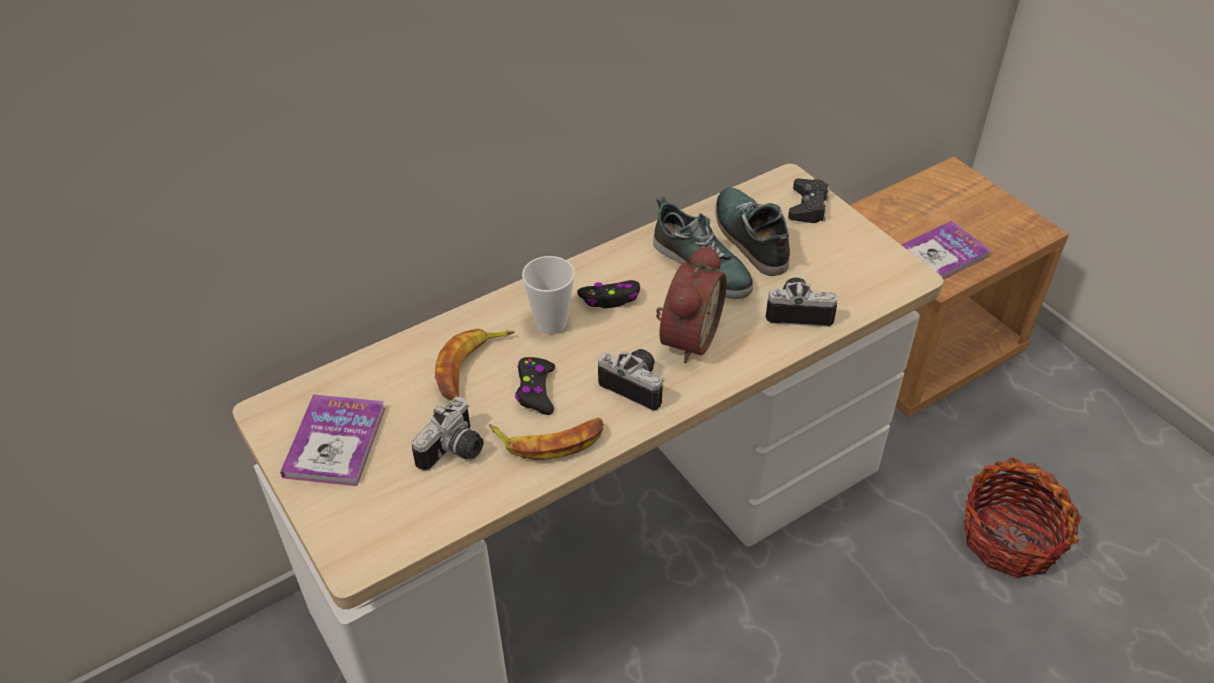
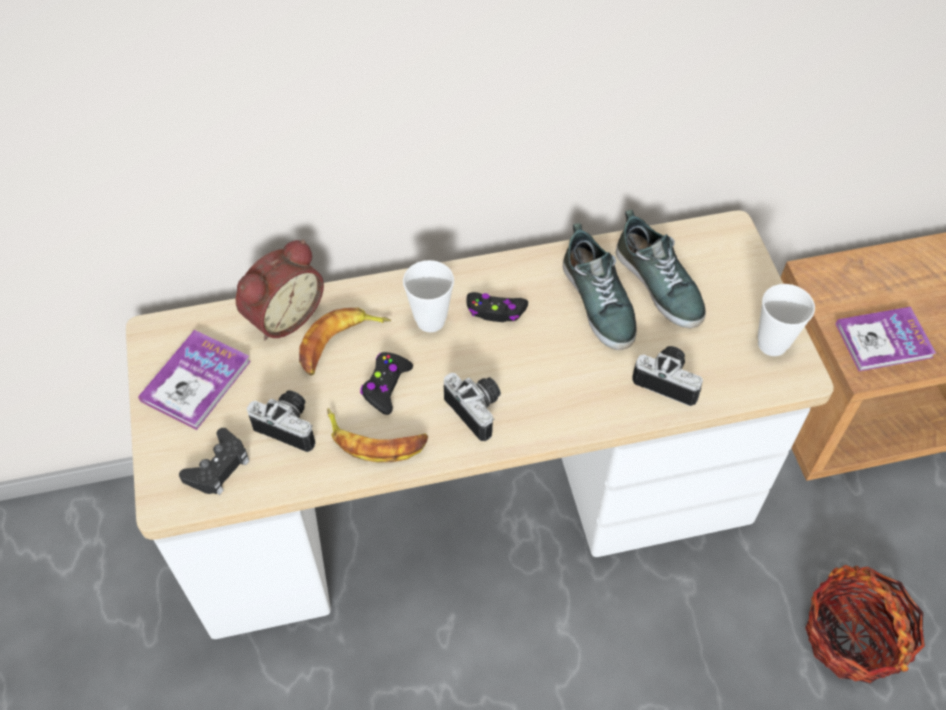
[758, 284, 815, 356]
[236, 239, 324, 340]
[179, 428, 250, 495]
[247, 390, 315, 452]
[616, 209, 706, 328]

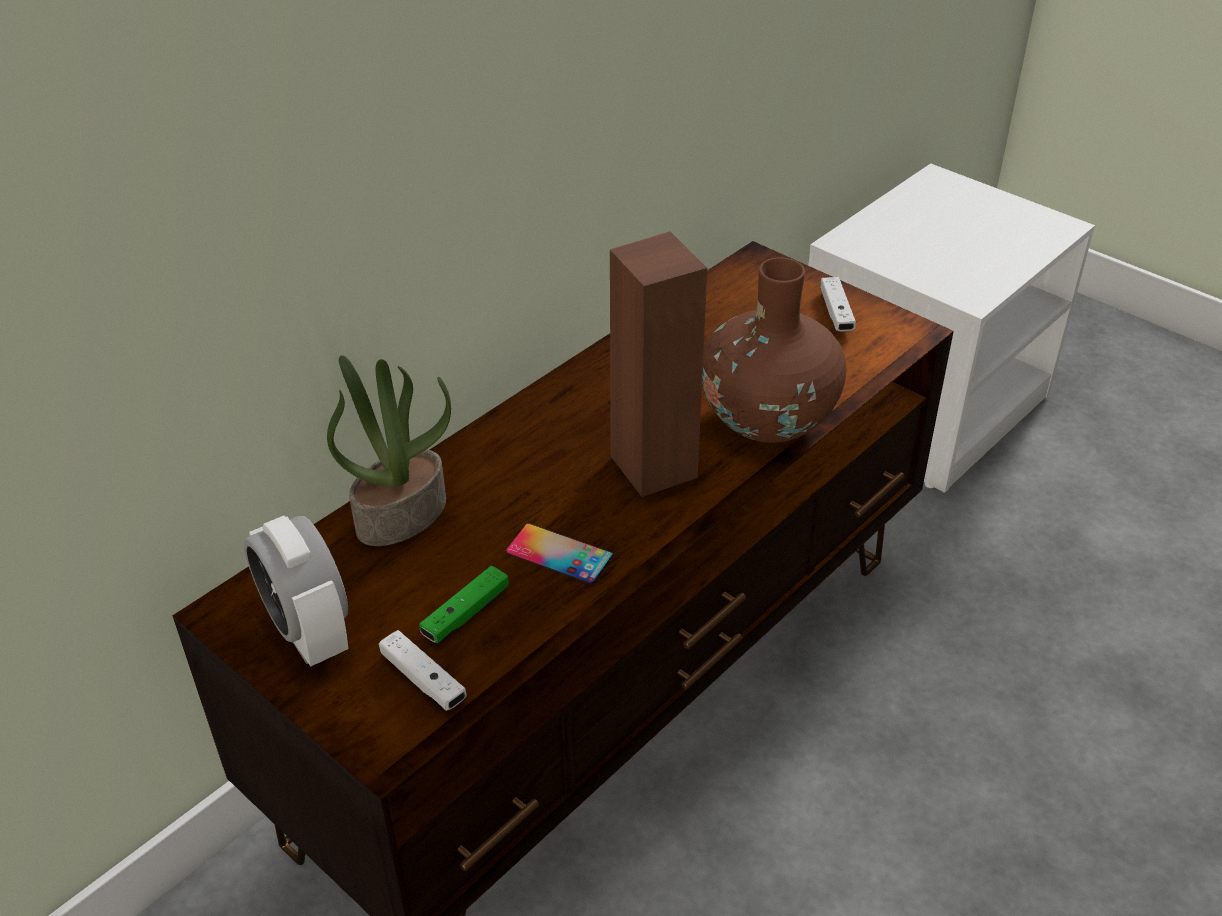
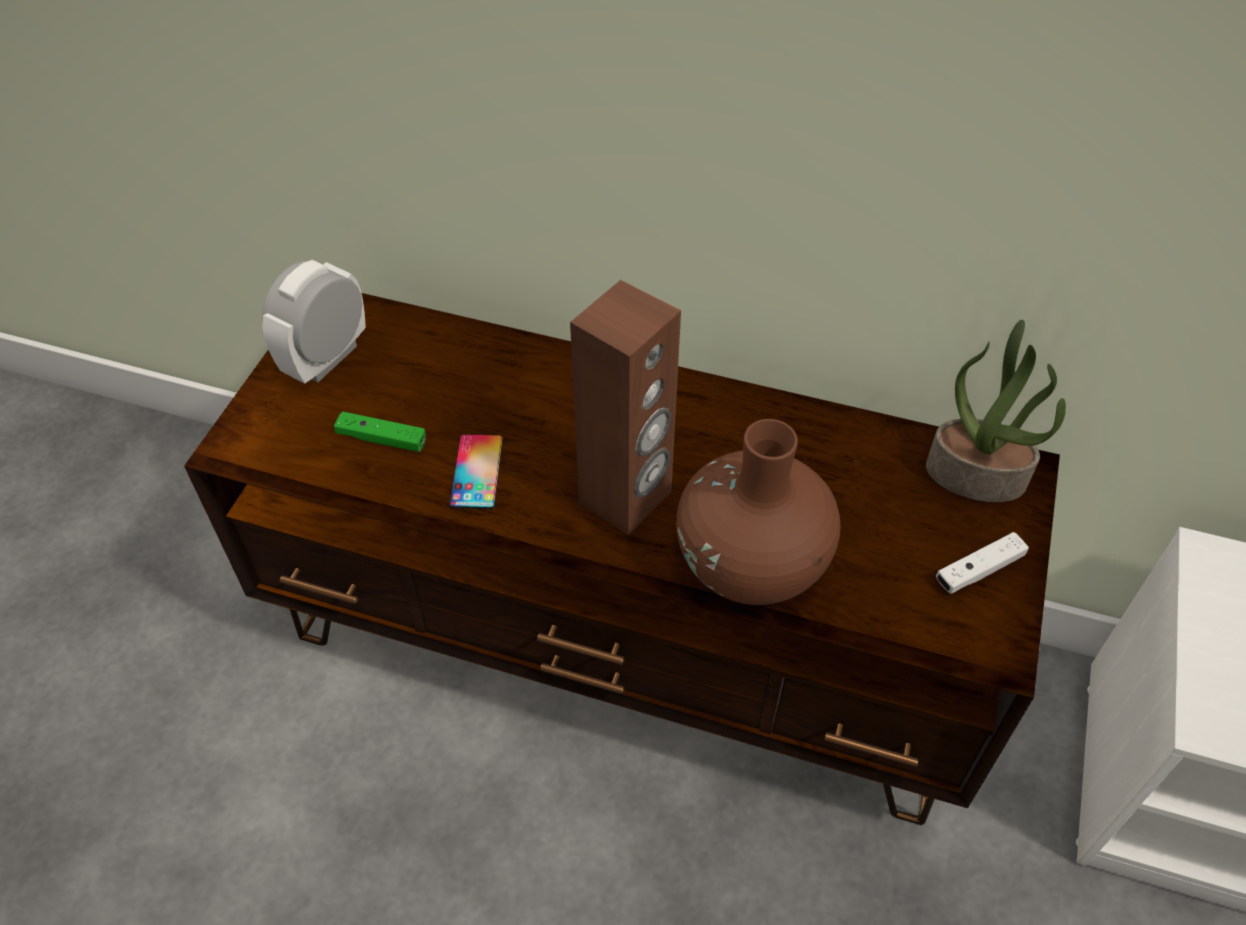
[379, 630, 467, 711] (first image)
[926, 320, 1066, 502]

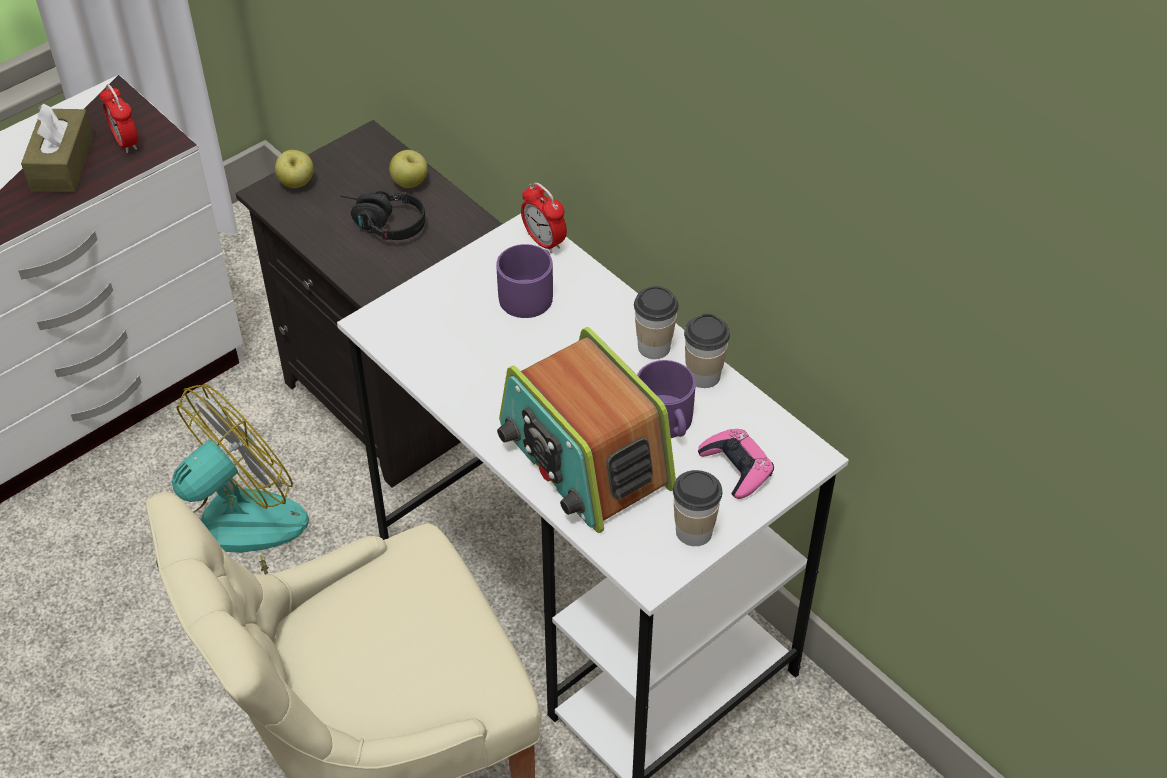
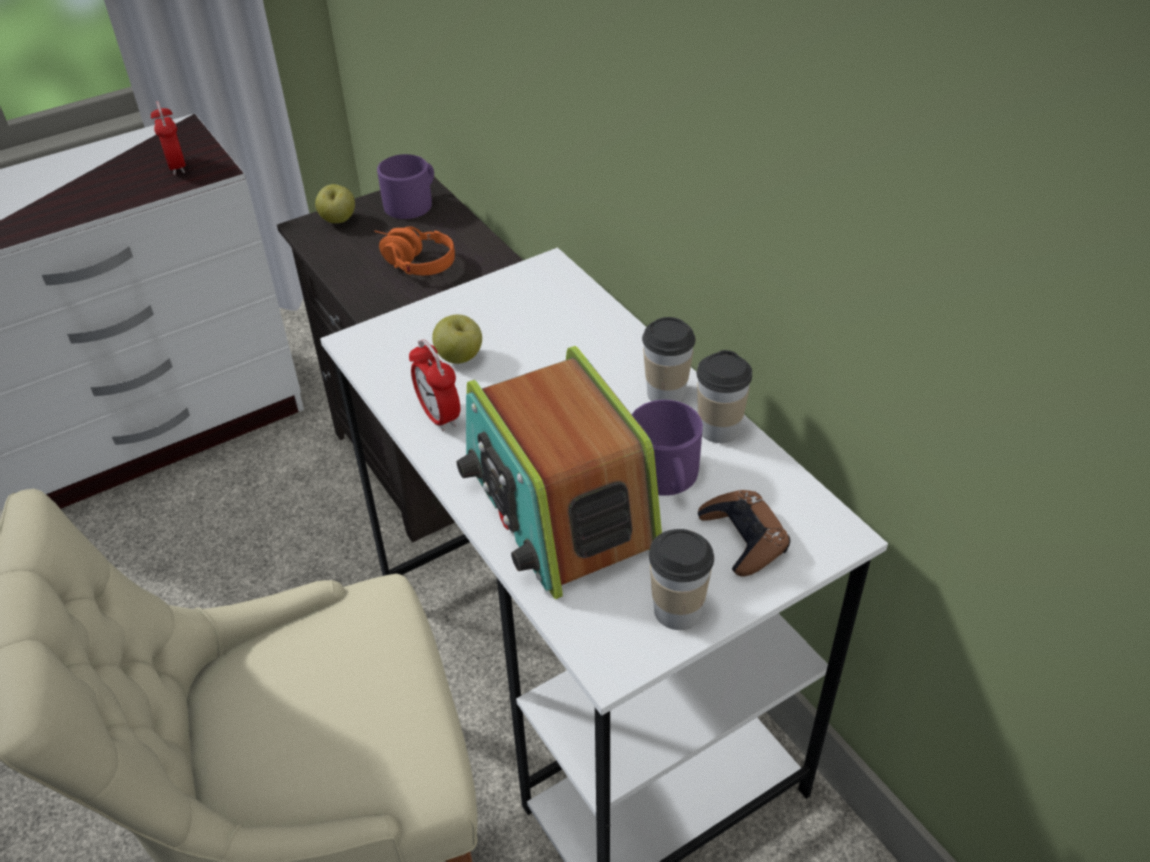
[21, 104, 94, 192] (first image)
[157, 384, 309, 575] (first image)
[432, 314, 482, 364]
[377, 154, 434, 219]
[409, 339, 460, 431]
[374, 226, 455, 275]
[698, 490, 790, 576]

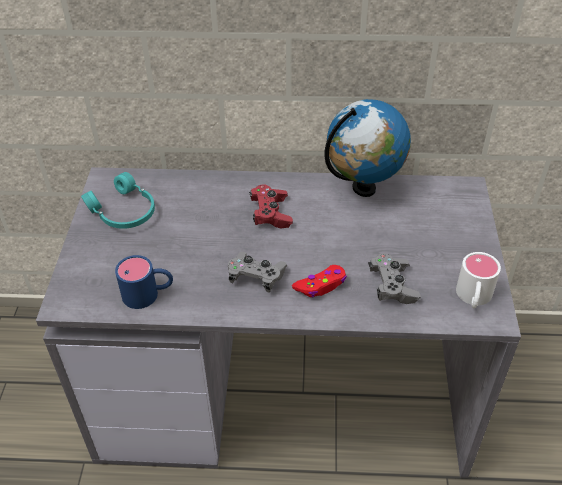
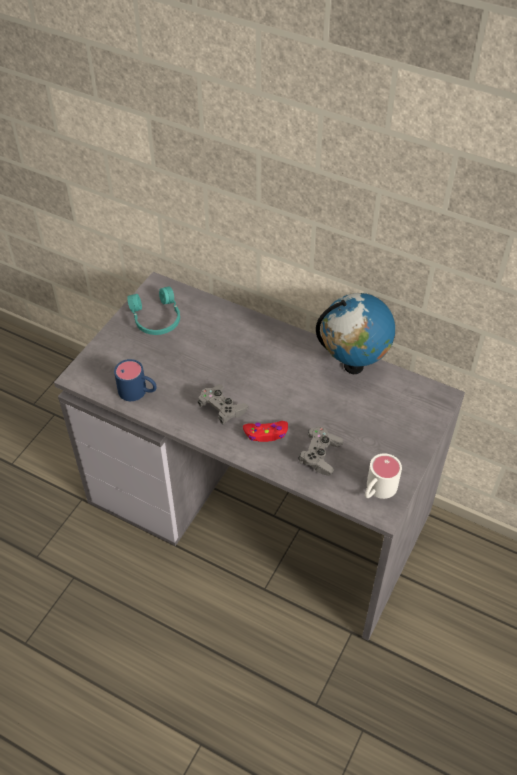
[249, 184, 293, 228] (first image)

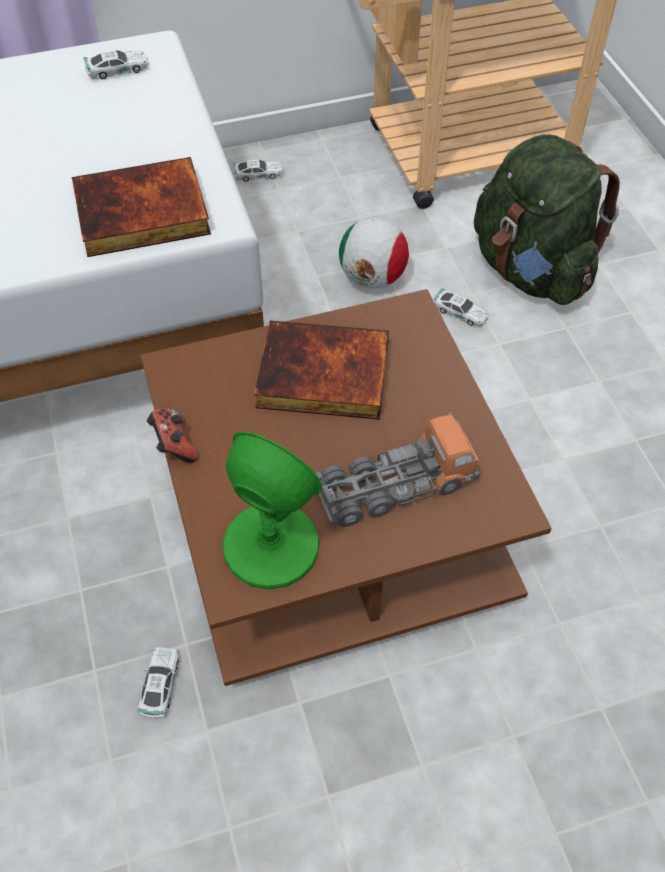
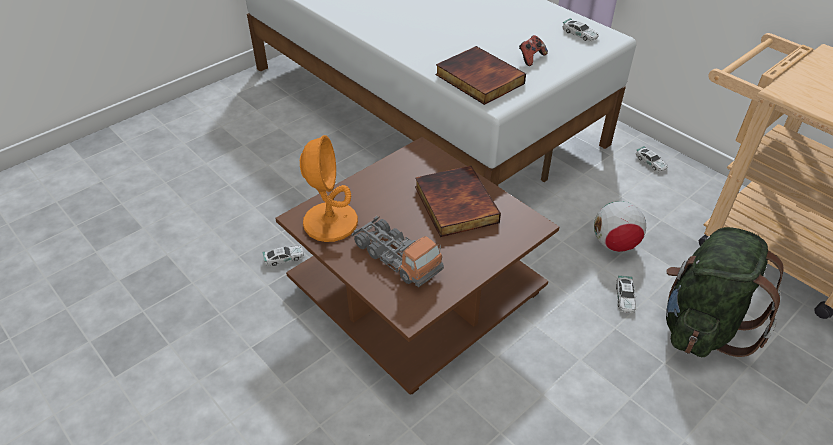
[519, 35, 548, 66]
[300, 135, 358, 242]

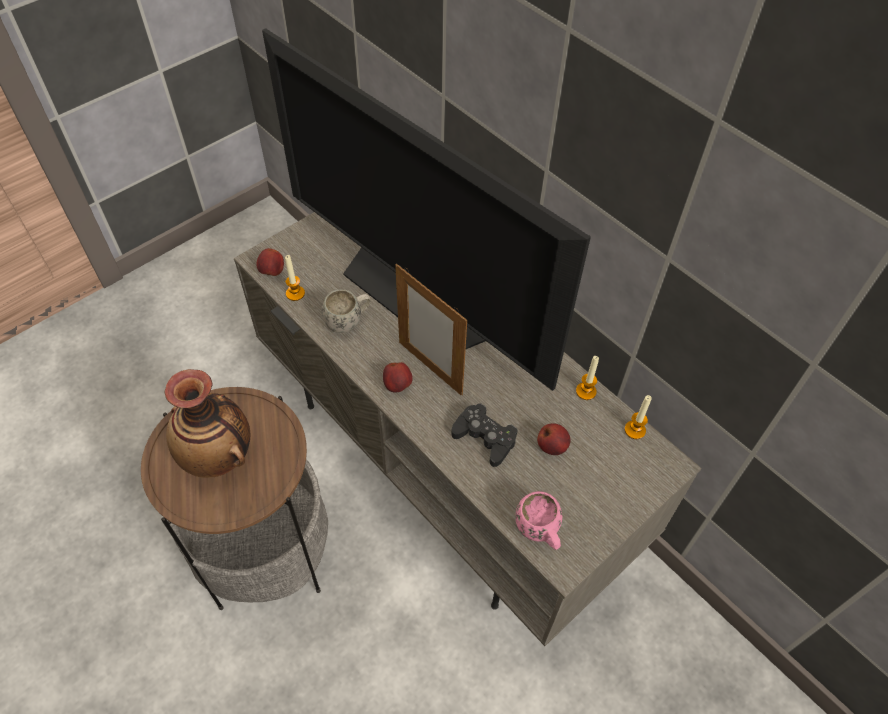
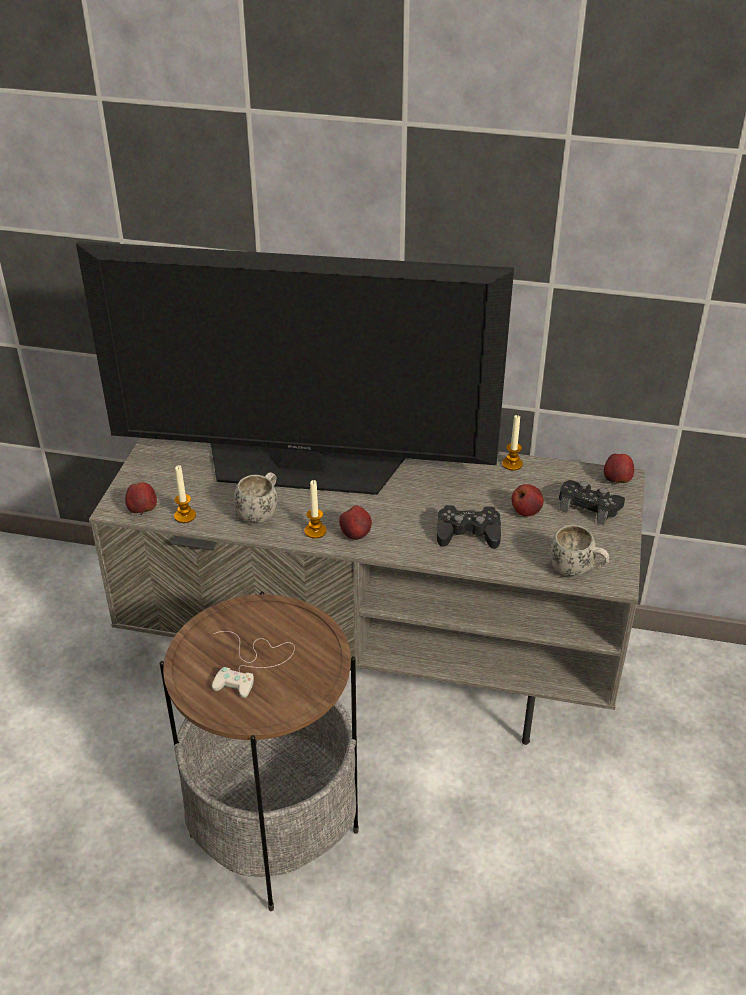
[395, 264, 467, 396] (first image)
[559, 480, 625, 525]
[604, 454, 634, 484]
[305, 480, 326, 539]
[212, 631, 295, 698]
[549, 525, 610, 576]

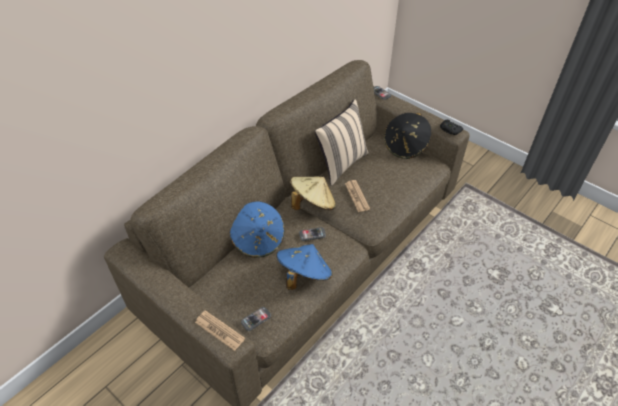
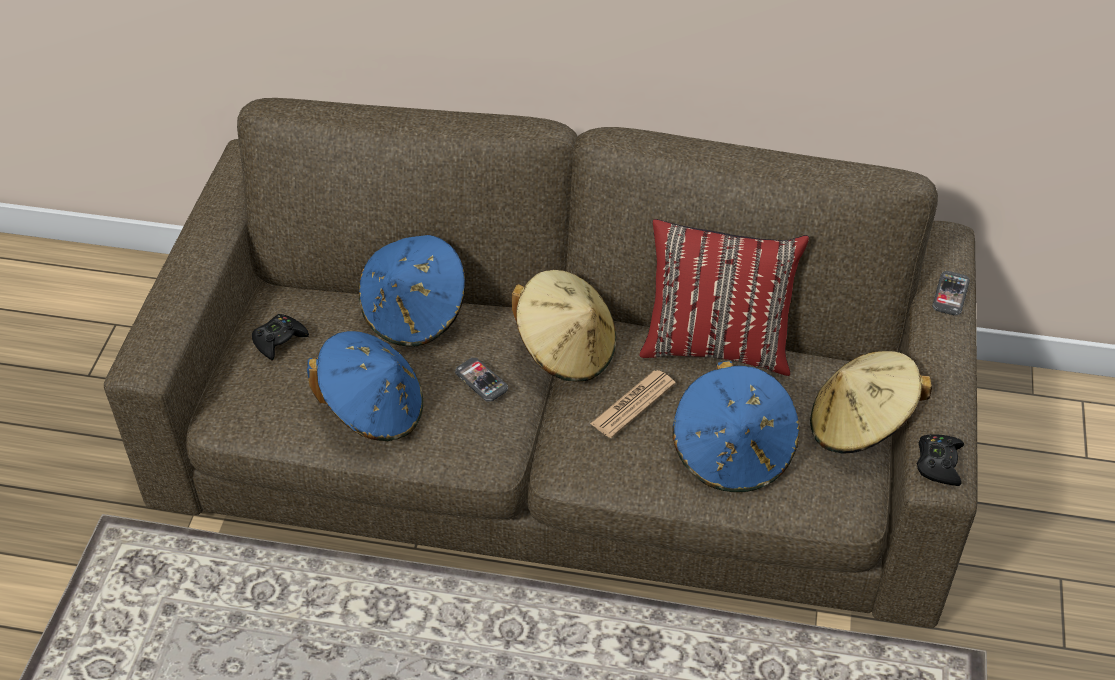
[195, 310, 245, 351] (first image)
[241, 307, 271, 331] (first image)
[252, 314, 309, 360]
[672, 361, 799, 492]
[639, 219, 809, 376]
[810, 351, 932, 454]

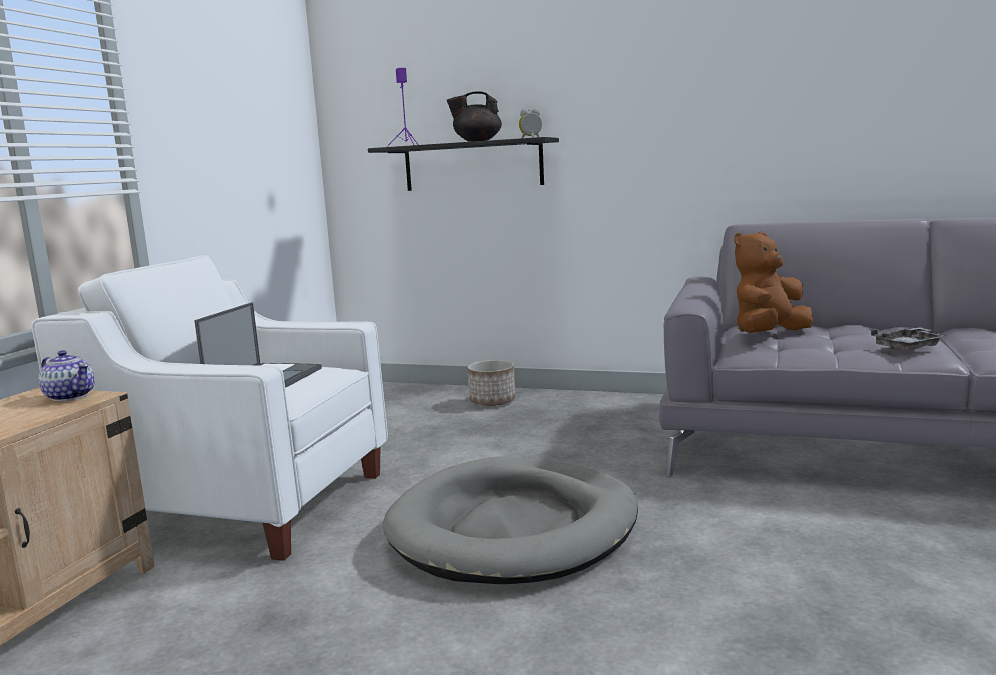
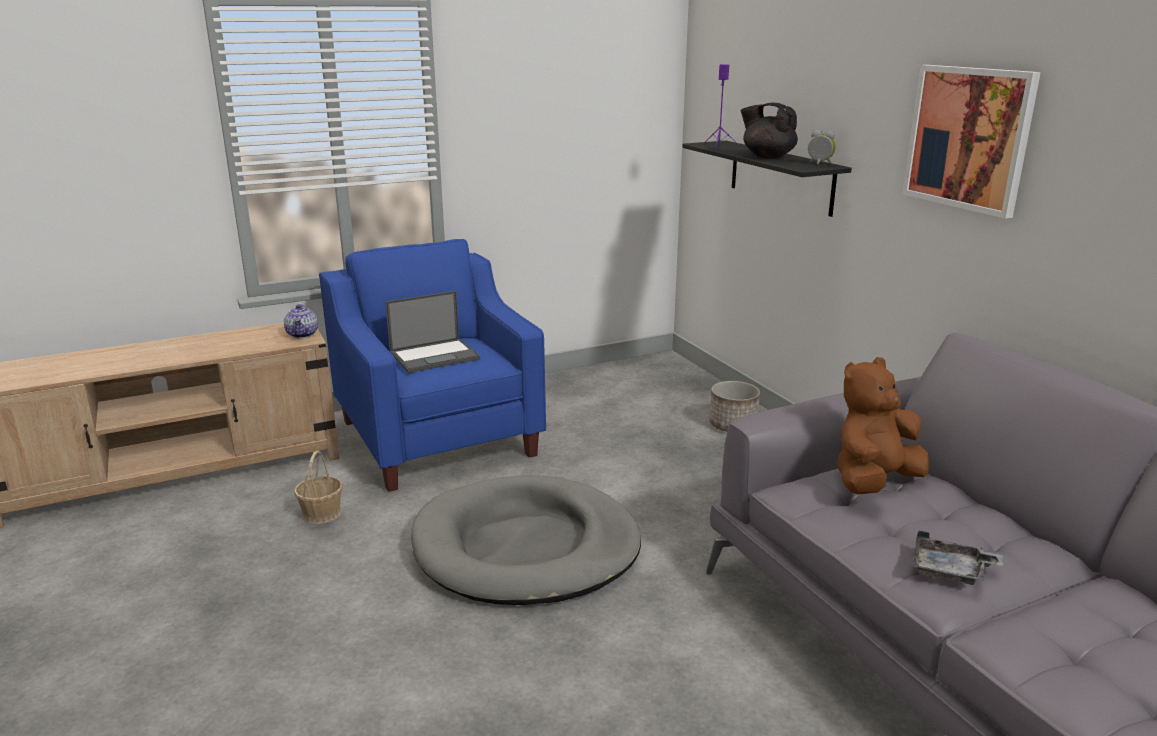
[294, 451, 343, 524]
[903, 65, 1041, 219]
[319, 239, 546, 492]
[837, 357, 929, 494]

